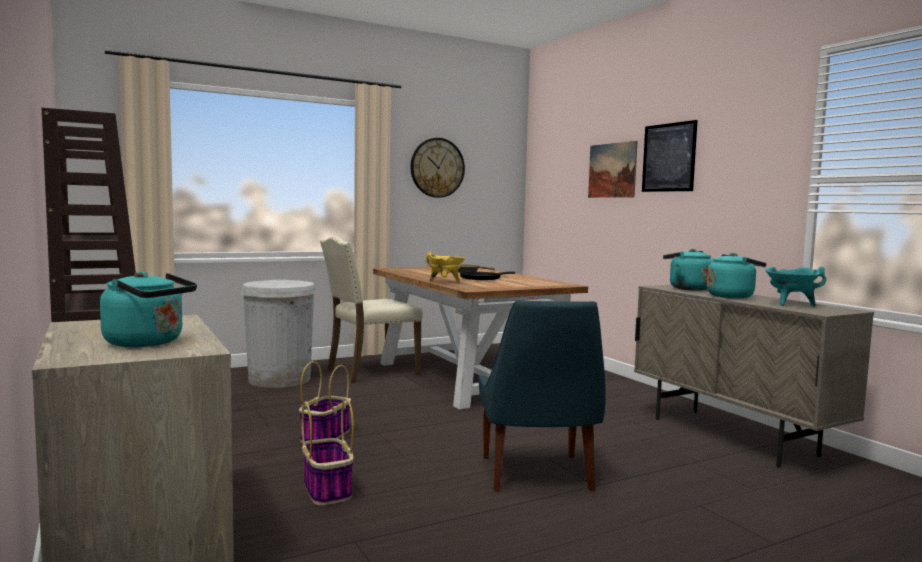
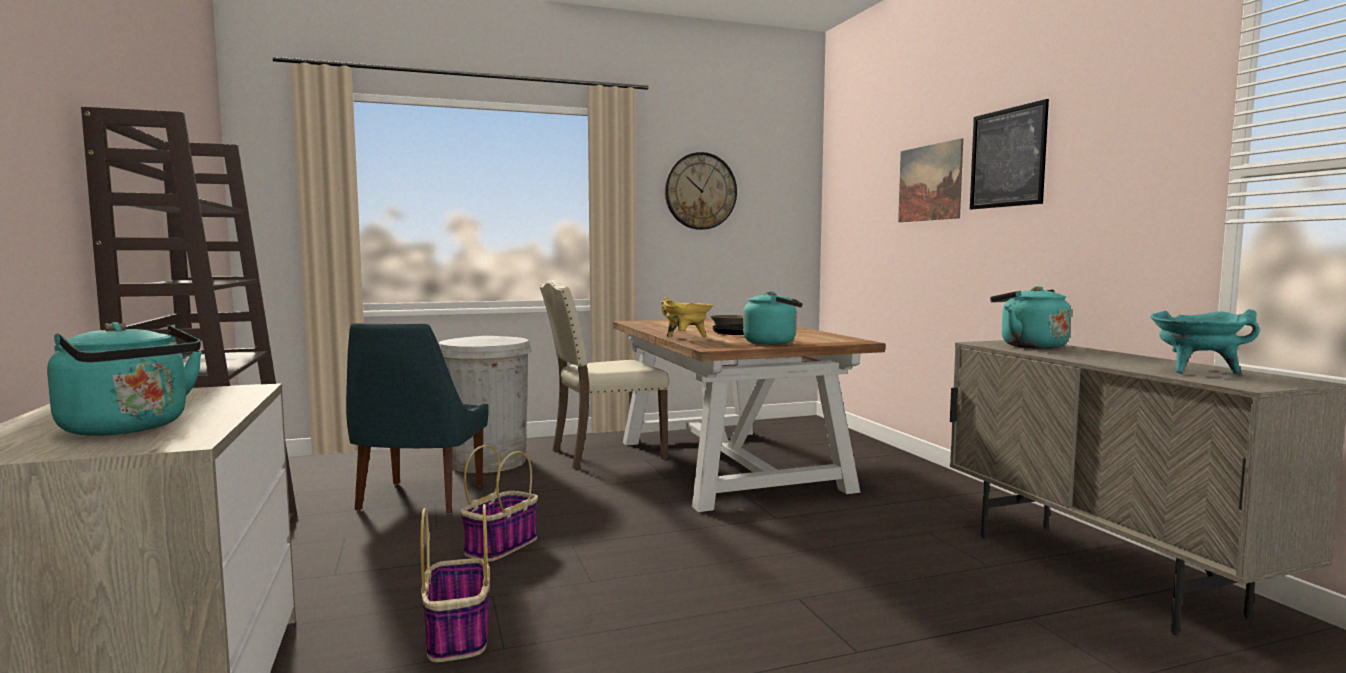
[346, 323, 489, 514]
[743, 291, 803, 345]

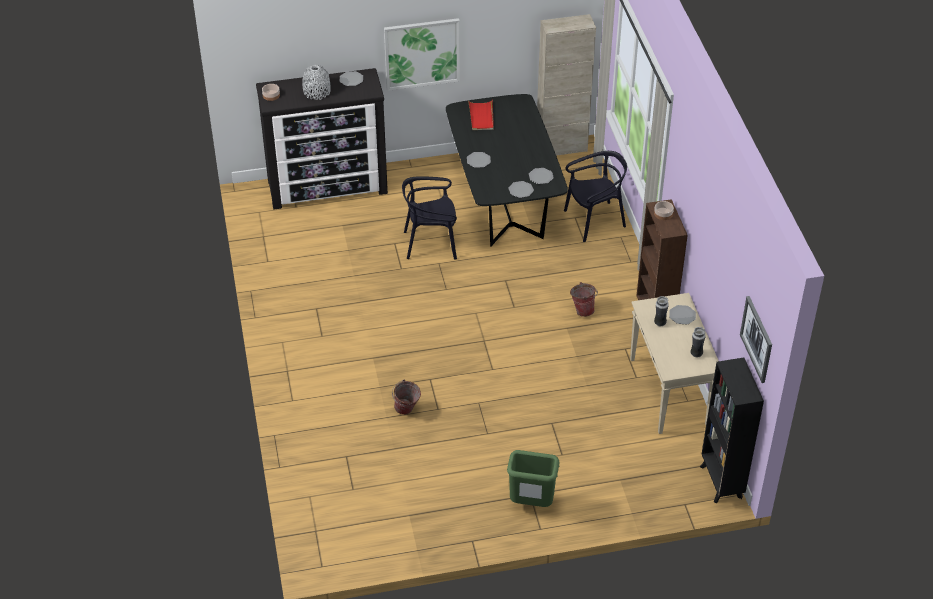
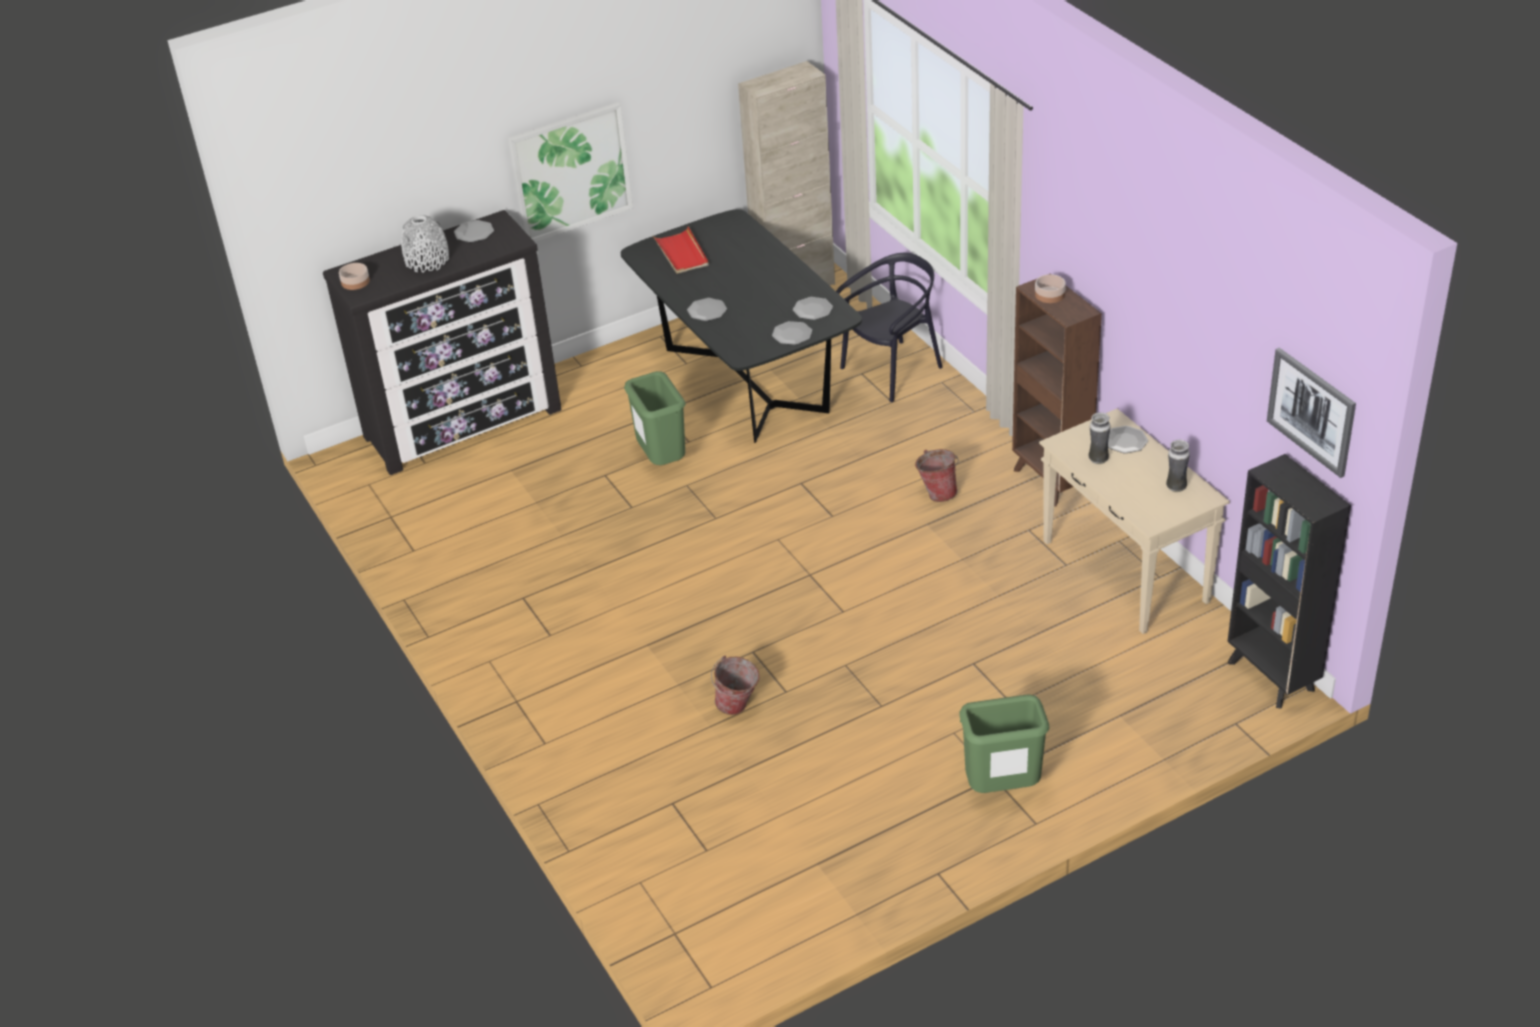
[624, 371, 686, 465]

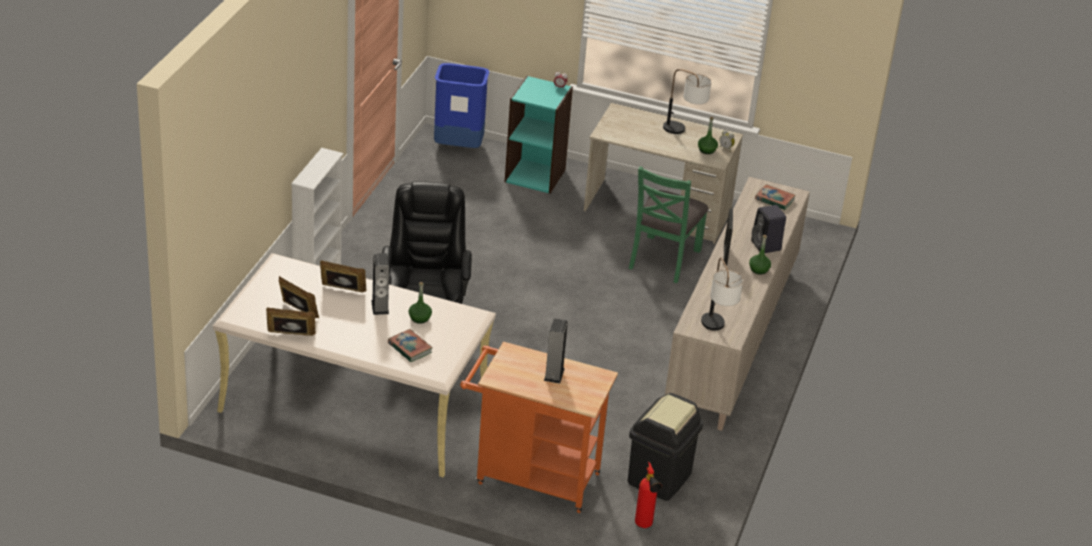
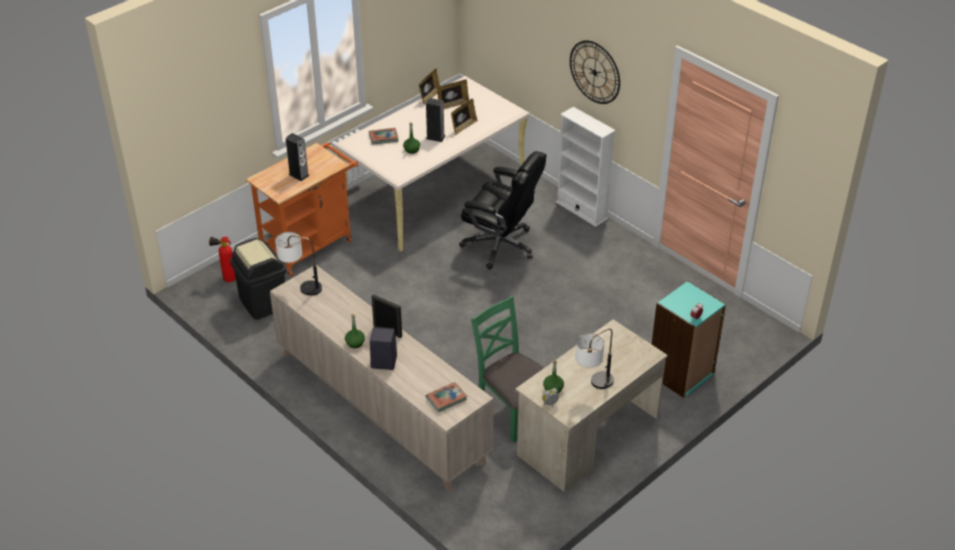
[434, 63, 489, 148] (first image)
[570, 40, 620, 104]

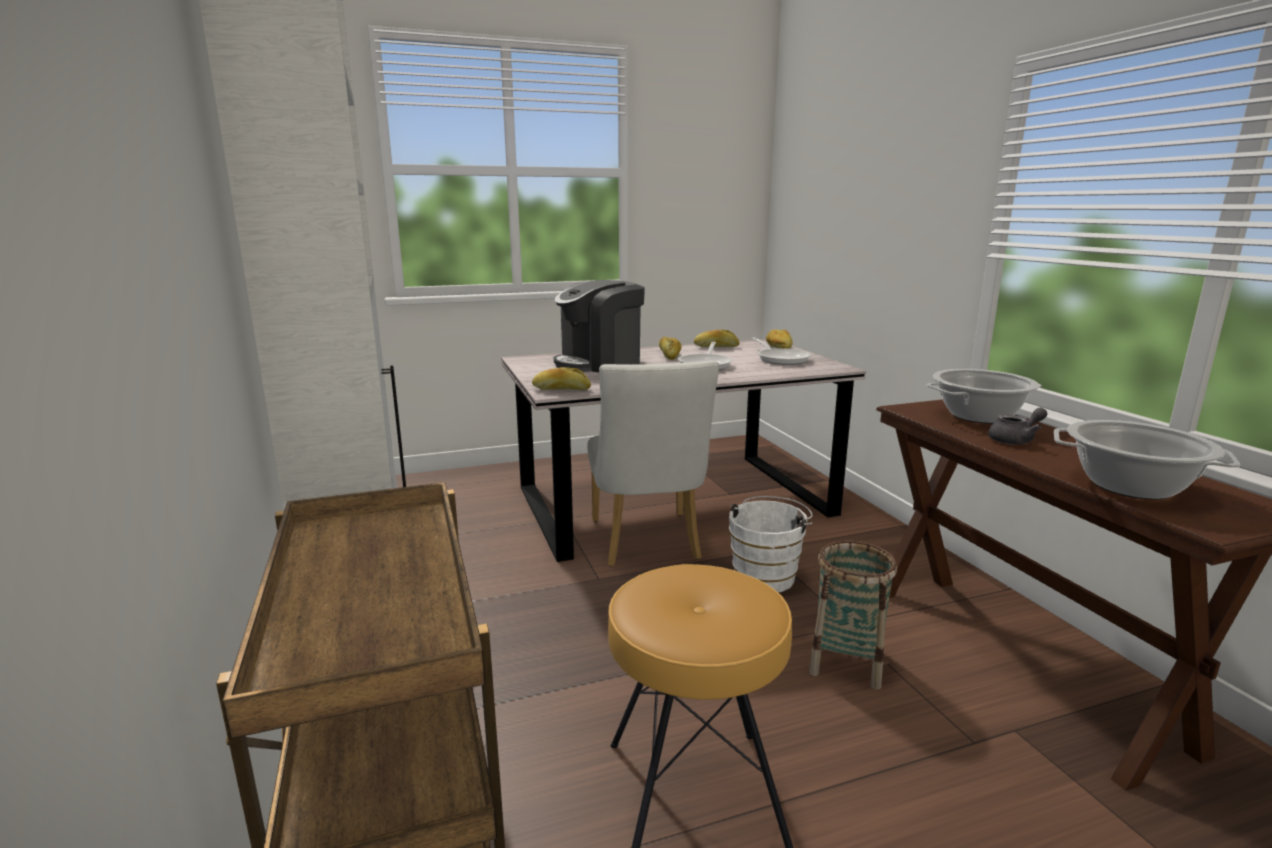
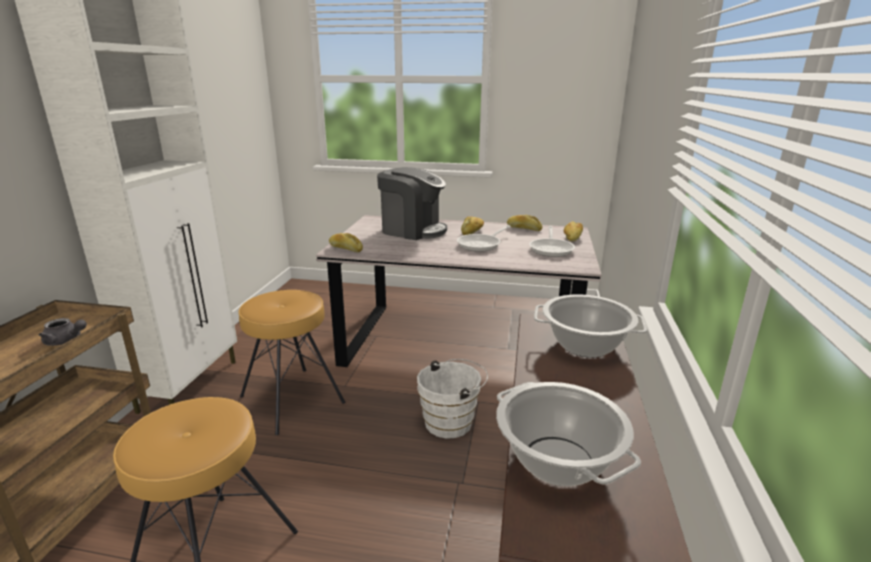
[587, 360, 719, 566] (first image)
[809, 541, 897, 690] (first image)
[239, 290, 345, 435]
[39, 318, 87, 346]
[377, 167, 447, 240]

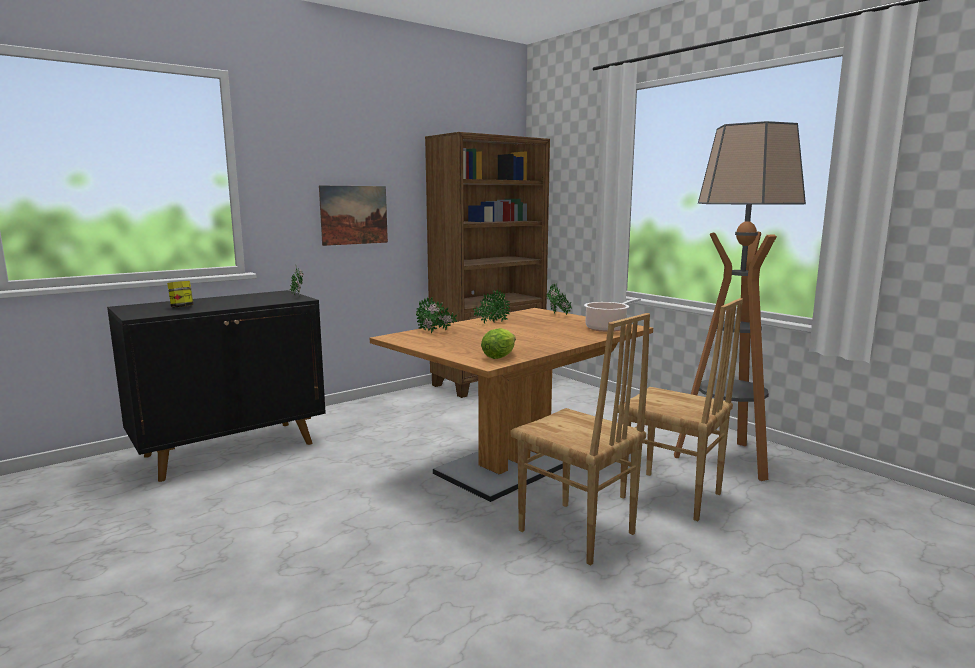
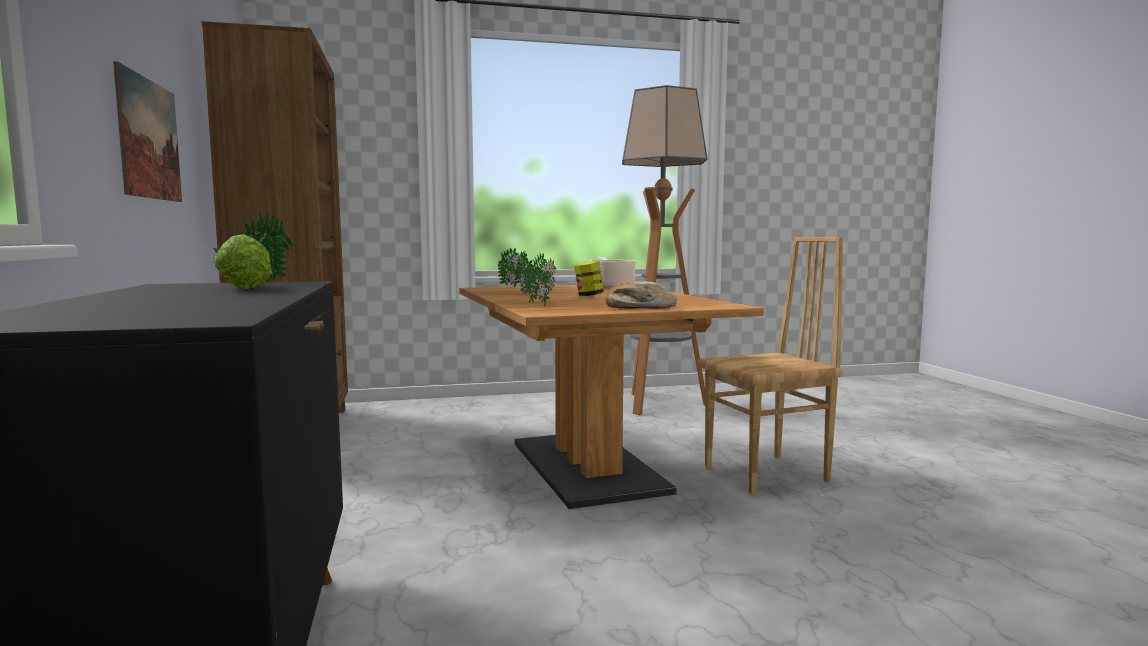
[618, 298, 743, 521] (first image)
[605, 280, 677, 309]
[574, 261, 604, 296]
[214, 234, 272, 289]

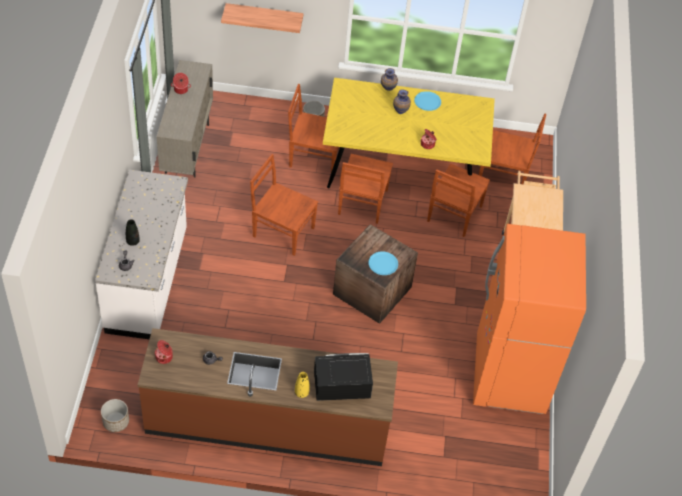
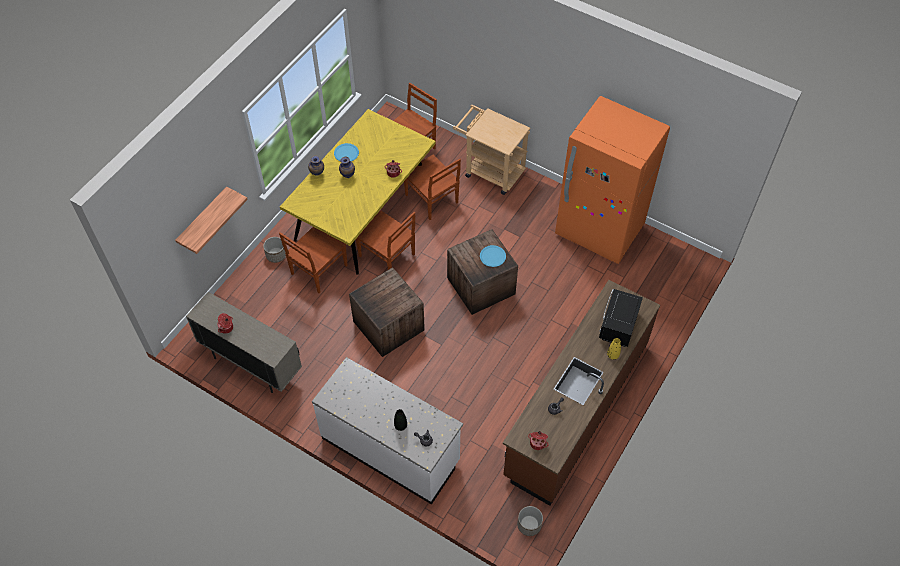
[349, 268, 425, 357]

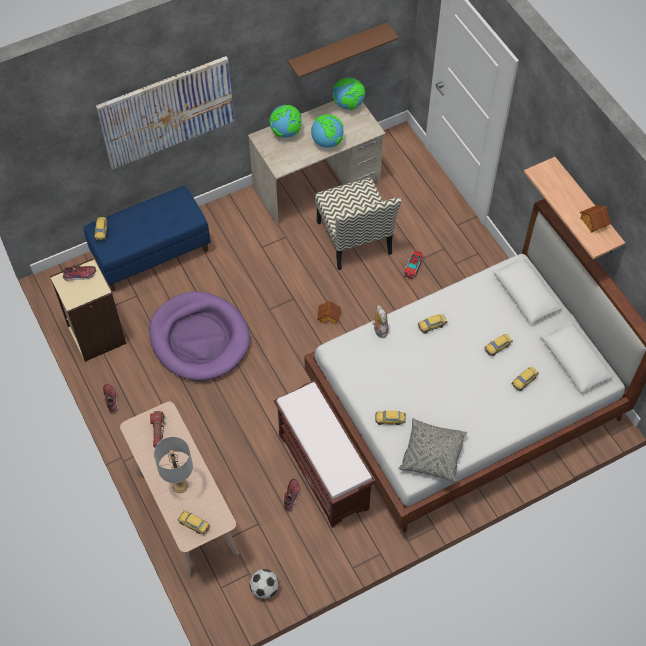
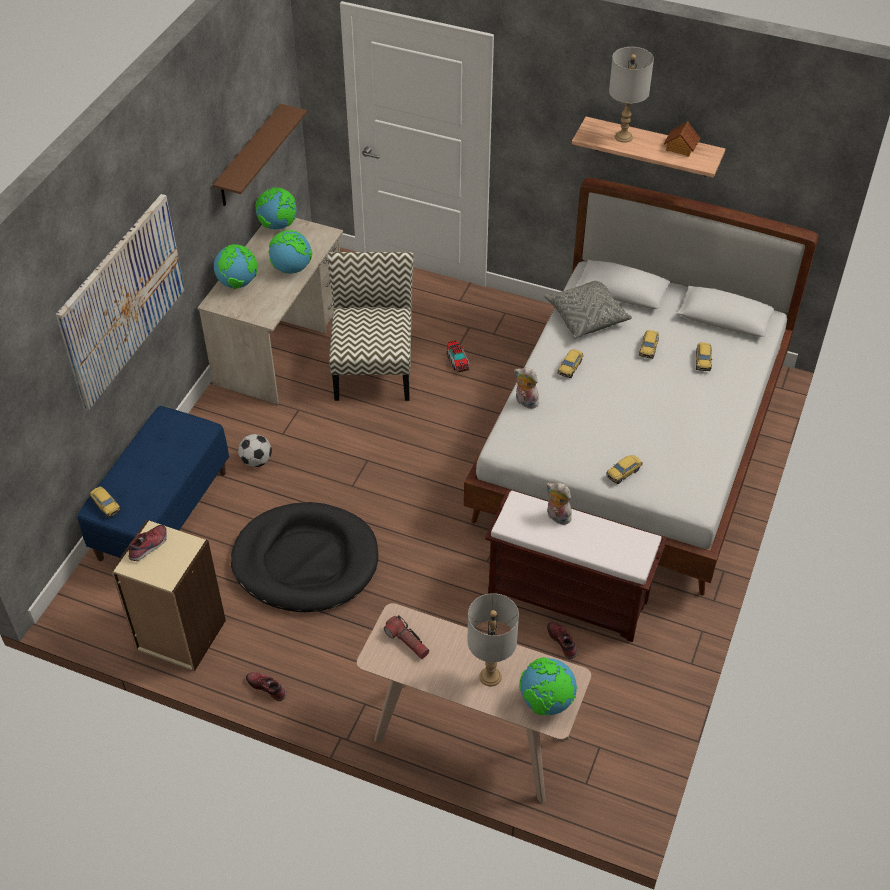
[317, 301, 341, 325] (first image)
[546, 483, 572, 525]
[609, 47, 654, 143]
[238, 434, 272, 467]
[544, 281, 632, 339]
[519, 657, 578, 716]
[231, 502, 378, 612]
[327, 252, 413, 401]

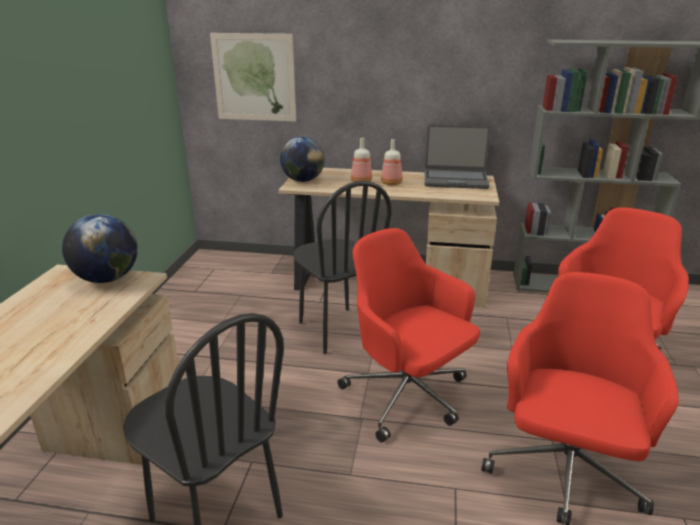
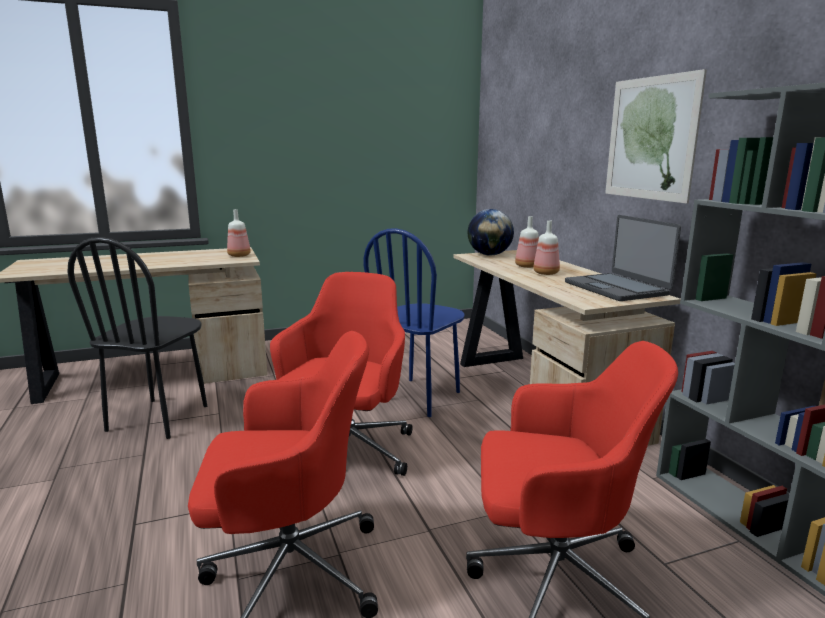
[605, 69, 707, 204]
[227, 209, 251, 257]
[364, 228, 465, 417]

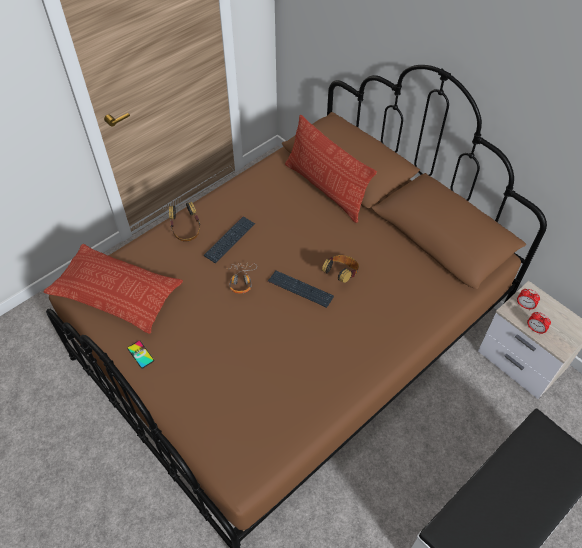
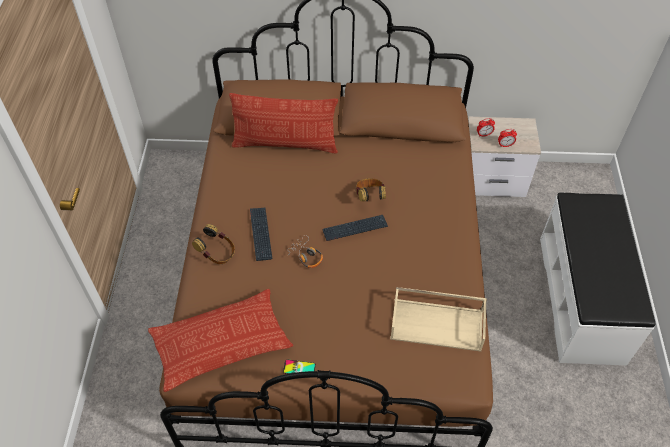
[390, 287, 487, 351]

